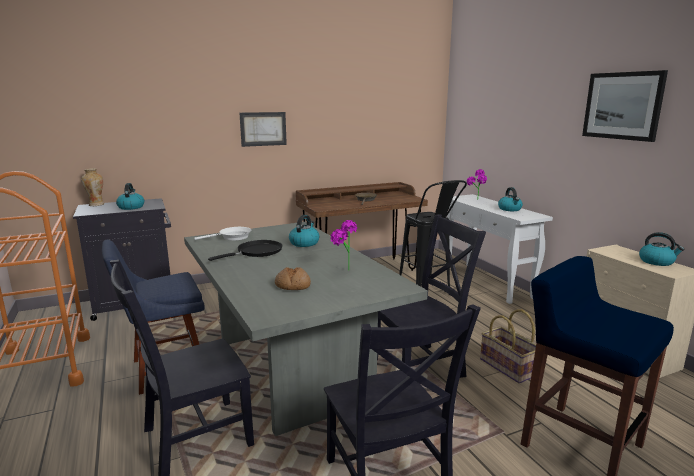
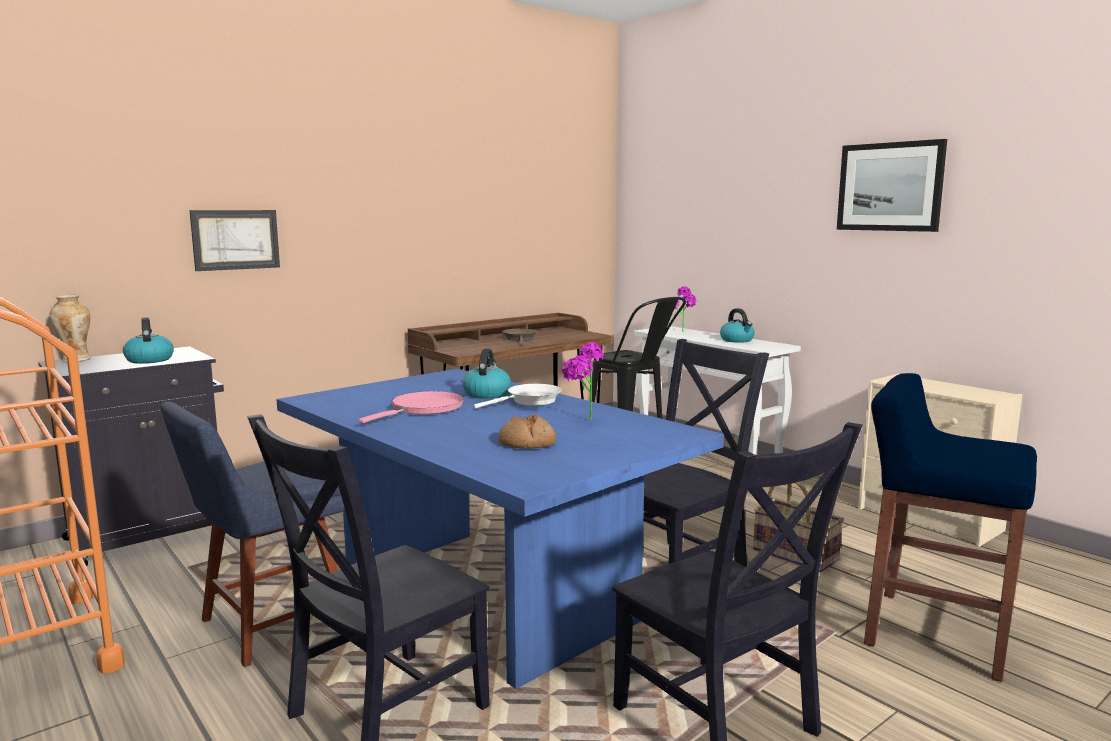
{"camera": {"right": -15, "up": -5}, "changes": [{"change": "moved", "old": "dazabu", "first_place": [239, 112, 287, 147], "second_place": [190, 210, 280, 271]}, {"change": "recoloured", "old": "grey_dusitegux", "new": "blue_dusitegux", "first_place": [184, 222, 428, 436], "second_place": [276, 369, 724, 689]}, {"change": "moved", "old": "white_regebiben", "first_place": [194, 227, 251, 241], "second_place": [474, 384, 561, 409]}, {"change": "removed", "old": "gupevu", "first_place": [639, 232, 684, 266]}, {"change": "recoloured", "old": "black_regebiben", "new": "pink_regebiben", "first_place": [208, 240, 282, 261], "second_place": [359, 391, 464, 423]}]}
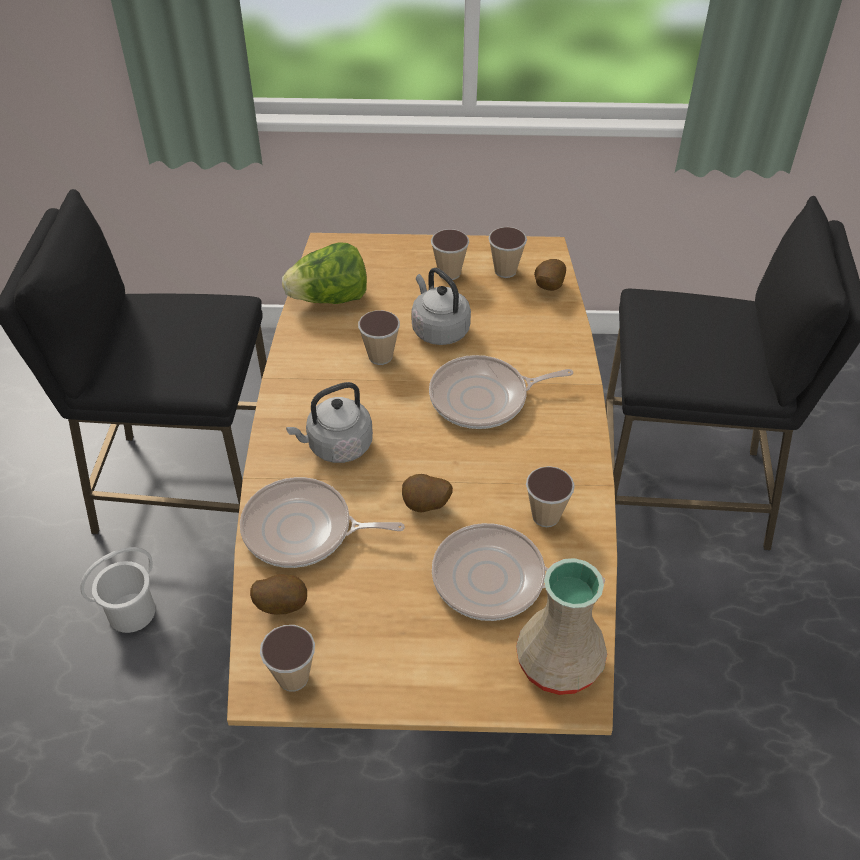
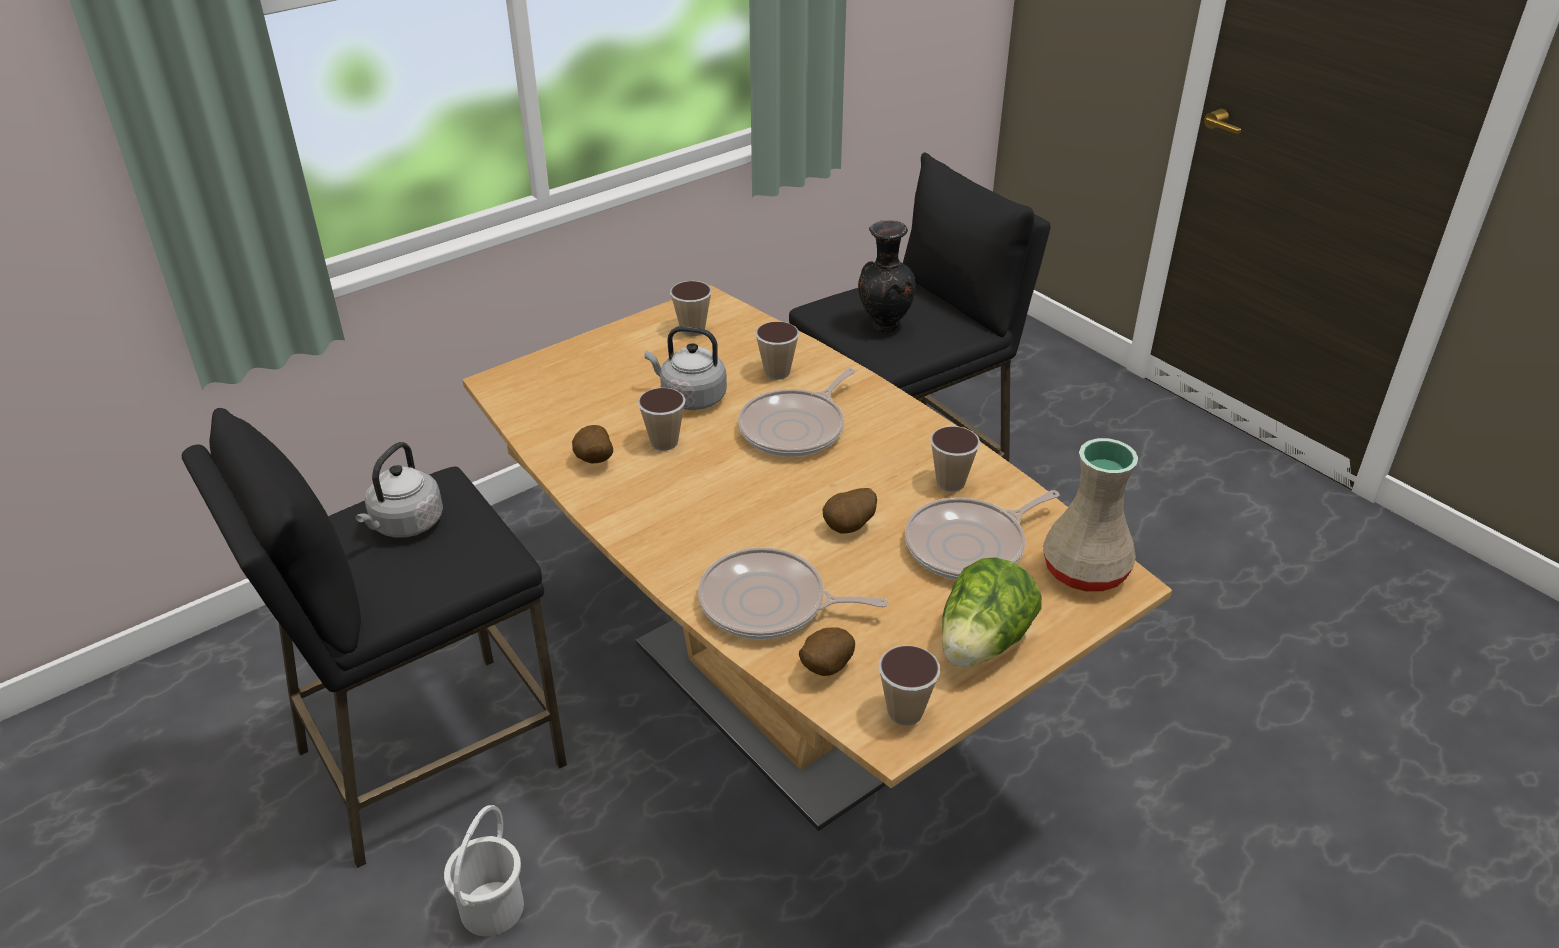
{"camera": {"right": -40, "up": -10}, "changes": [{"change": "moved", "old": "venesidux", "first_place": [431, 229, 469, 280], "second_place": [755, 321, 799, 380]}, {"change": "moved", "old": "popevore", "first_place": [282, 242, 367, 304], "second_place": [942, 557, 1042, 667]}, {"change": "moved", "old": "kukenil", "first_place": [534, 259, 566, 291], "second_place": [572, 425, 613, 464]}, {"change": "moved", "old": "grey_gupevu", "first_place": [286, 382, 373, 463], "second_place": [355, 442, 443, 538]}, {"change": "turned", "old": "regebiben", "first_place": [240, 477, 405, 568], "second_place": [698, 547, 888, 639], "degrees": 45}, {"change": "added", "new": "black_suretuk", "second_place": [858, 220, 916, 333]}]}
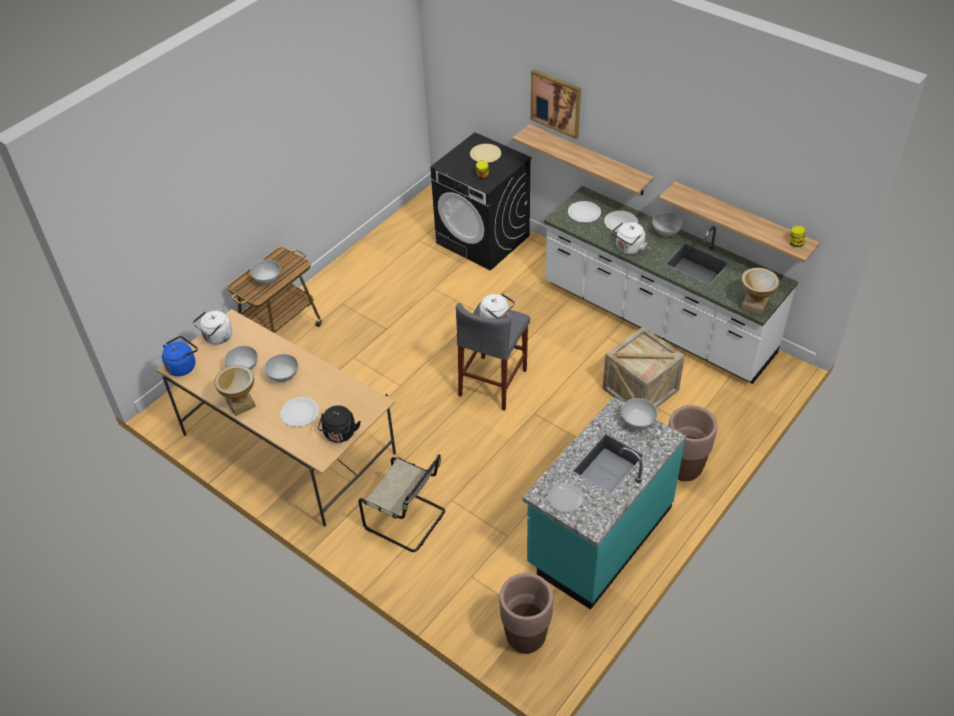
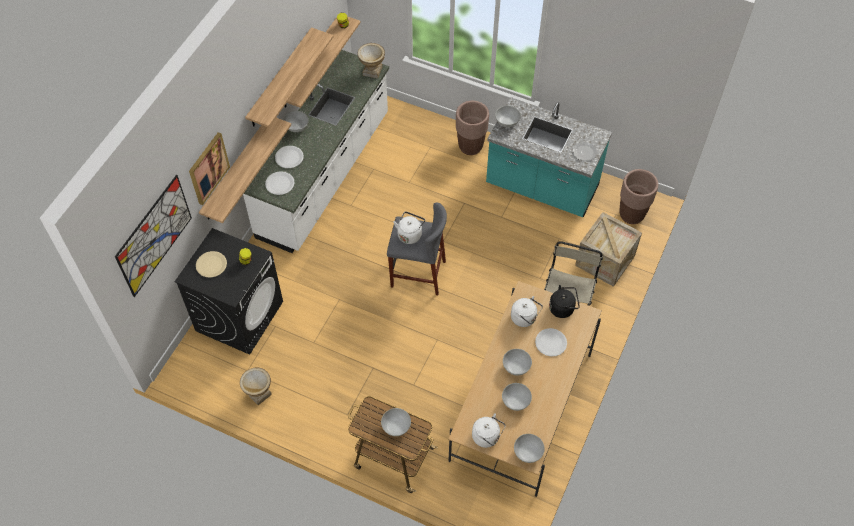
{"camera": {"right": -105, "up": 10}, "changes": [{"change": "moved", "old": "white_gupevu", "first_place": [612, 222, 647, 255], "second_place": [511, 296, 543, 327]}, {"change": "moved", "old": "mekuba", "first_place": [602, 327, 685, 408], "second_place": [575, 212, 642, 287]}, {"change": "replaced", "old": "blue_gupevu", "new": "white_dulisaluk", "first_place": [162, 336, 198, 376], "second_place": [514, 434, 545, 463]}, {"change": "moved", "old": "suretuk", "first_place": [214, 365, 256, 416], "second_place": [240, 368, 272, 405]}, {"change": "added", "new": "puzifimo", "second_place": [245, 27, 334, 128]}, {"change": "added", "new": "dazabu", "second_place": [115, 175, 192, 297]}]}
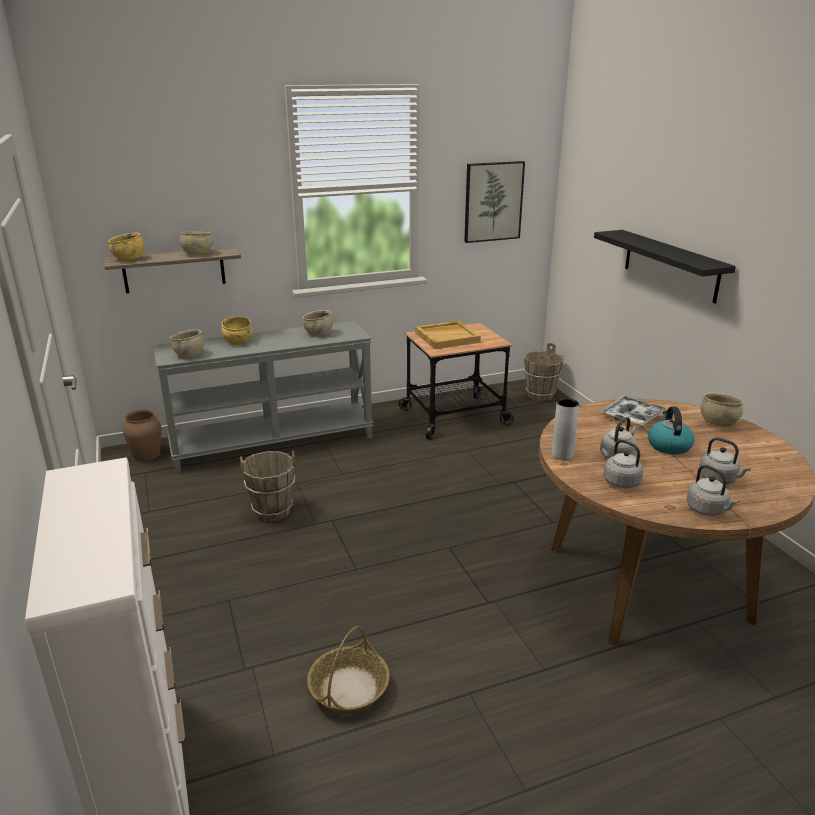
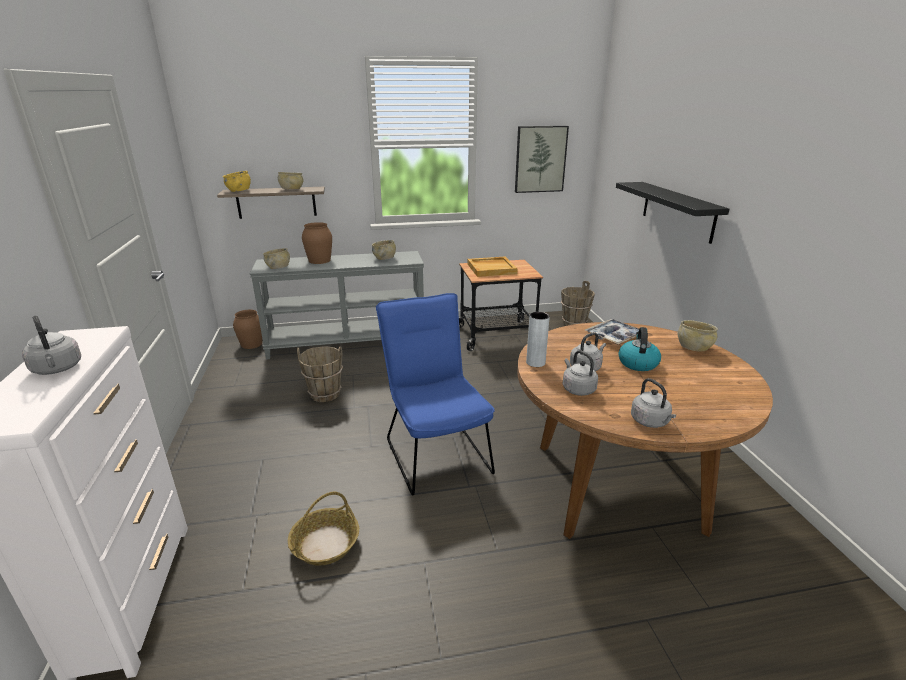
{"camera": {"right": 10, "up": 0}, "changes": [{"change": "replaced", "old": "yellow_dulisaluk", "new": "brown_suretuk", "first_place": [221, 316, 253, 345], "second_place": [302, 222, 332, 264]}, {"change": "moved", "old": "grey_gupevu", "first_place": [699, 437, 751, 484], "second_place": [22, 316, 81, 375]}, {"change": "added", "new": "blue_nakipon", "second_place": [376, 293, 495, 496]}]}
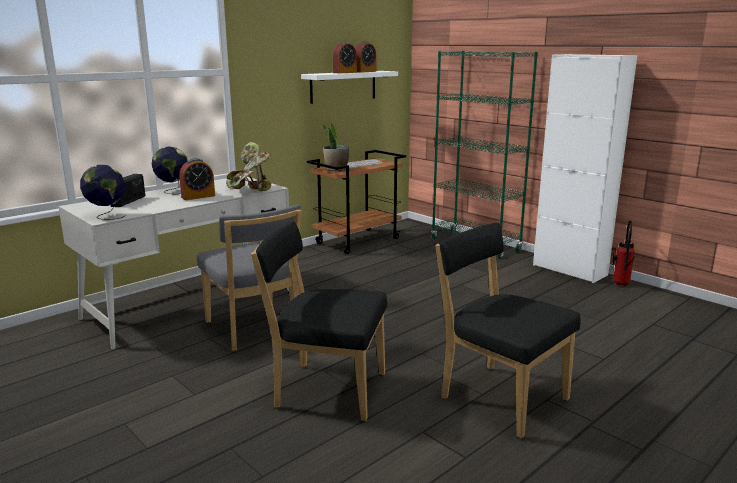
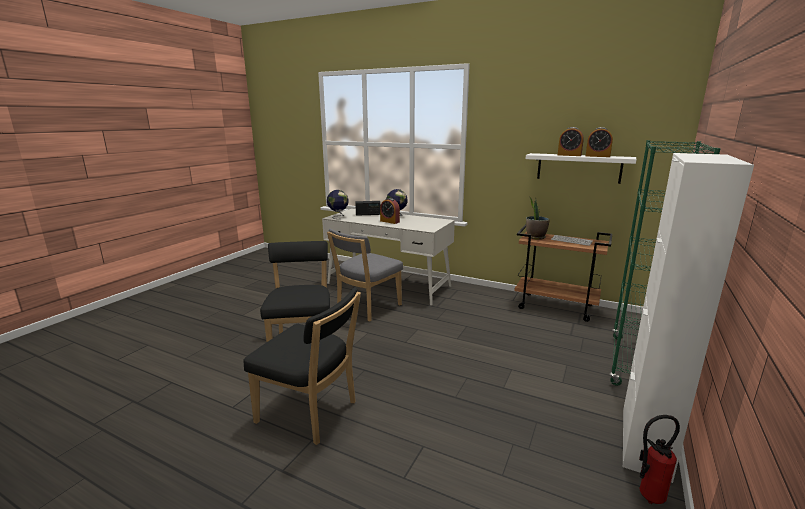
{"camera": {"right": 70, "up": 0}, "changes": [{"change": "removed", "old": "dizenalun", "first_place": [226, 142, 272, 191]}, {"change": "turned", "old": "black_nakipon", "first_place": [436, 222, 581, 438], "second_place": [244, 287, 361, 445], "degrees": 90}]}
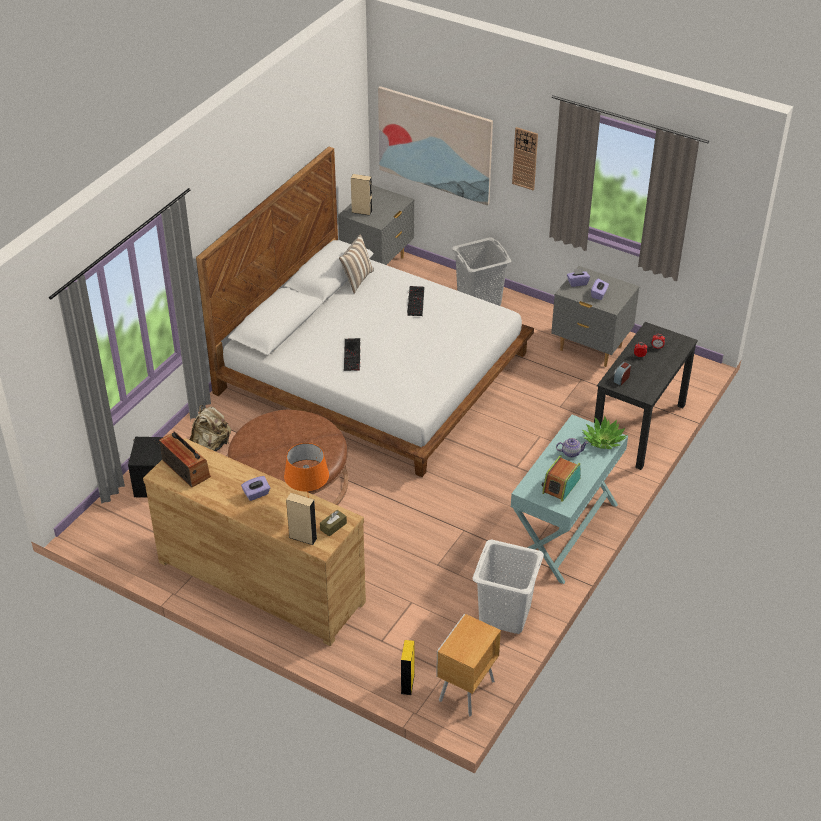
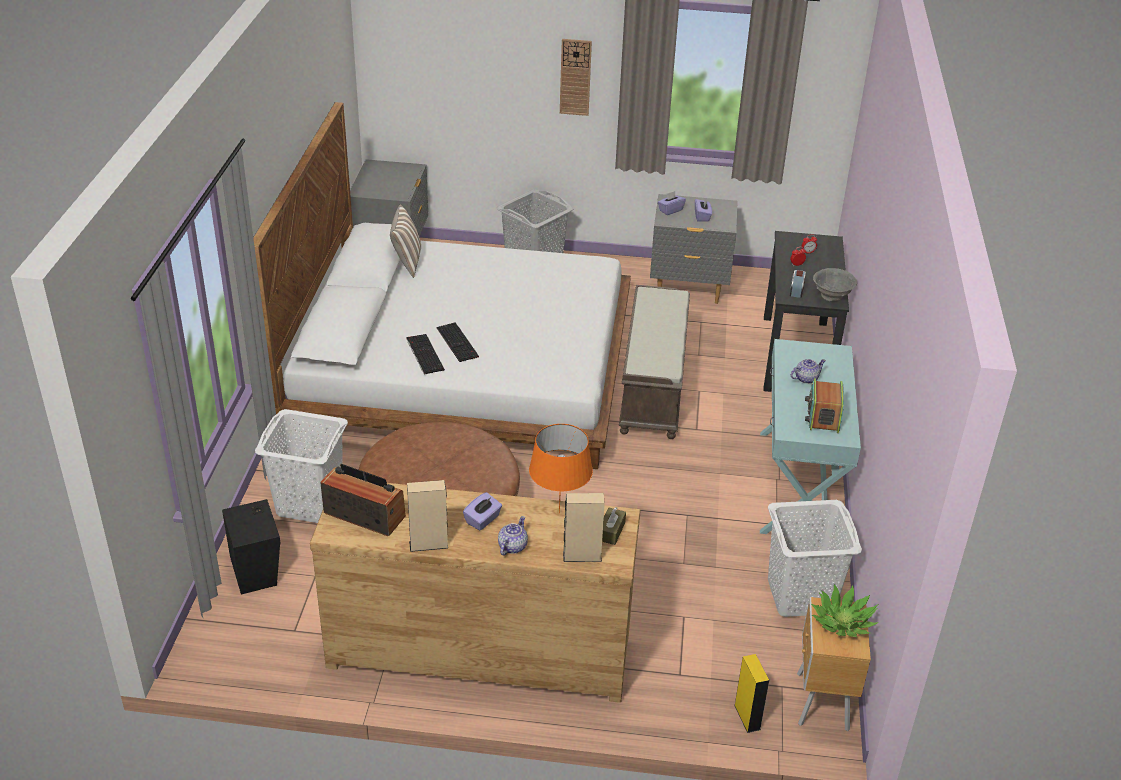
{"camera": {"right": -25, "up": -5}, "changes": [{"change": "removed", "old": "dazabu", "first_place": [378, 86, 493, 206]}, {"change": "moved", "old": "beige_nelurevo", "first_place": [351, 174, 373, 216], "second_place": [407, 480, 448, 552]}, {"change": "moved", "old": "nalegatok", "first_place": [407, 286, 425, 316], "second_place": [407, 334, 445, 375]}, {"change": "replaced", "old": "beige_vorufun", "new": "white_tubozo", "first_place": [189, 405, 231, 451], "second_place": [255, 409, 348, 523]}, {"change": "moved", "old": "dizenalun", "first_place": [582, 416, 627, 449], "second_place": [811, 584, 879, 637]}, {"change": "added", "new": "grey_dulisaluk", "second_place": [813, 268, 857, 301]}, {"change": "added", "new": "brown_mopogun", "second_place": [619, 285, 690, 439]}, {"change": "added", "new": "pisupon", "second_place": [498, 516, 528, 555]}]}
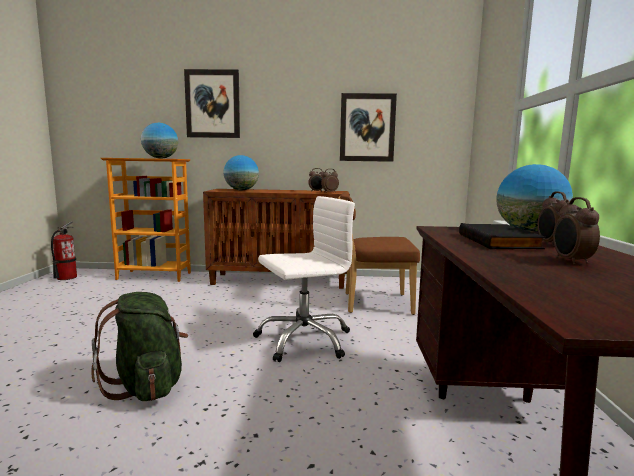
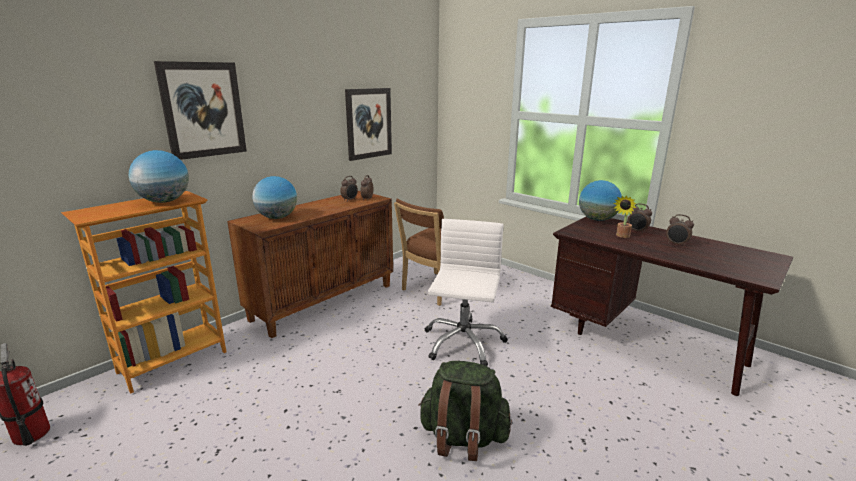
{"camera": {"right": -50, "up": 10}, "changes": [{"change": "replaced", "old": "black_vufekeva", "new": "dizenalun", "first_place": [459, 223, 546, 249], "second_place": [613, 196, 636, 238]}]}
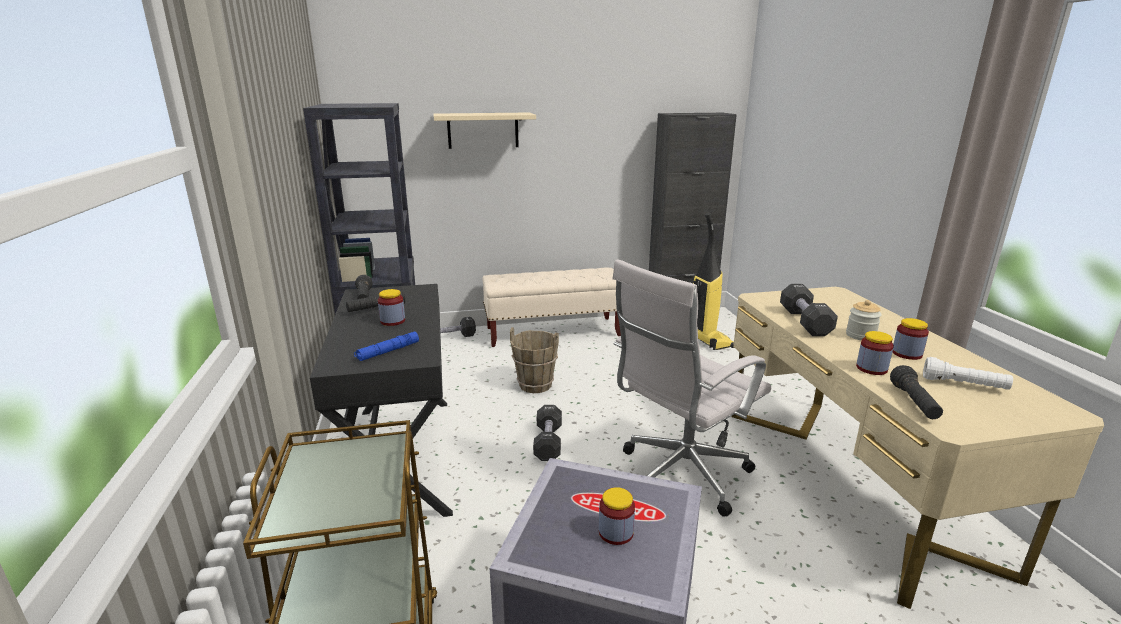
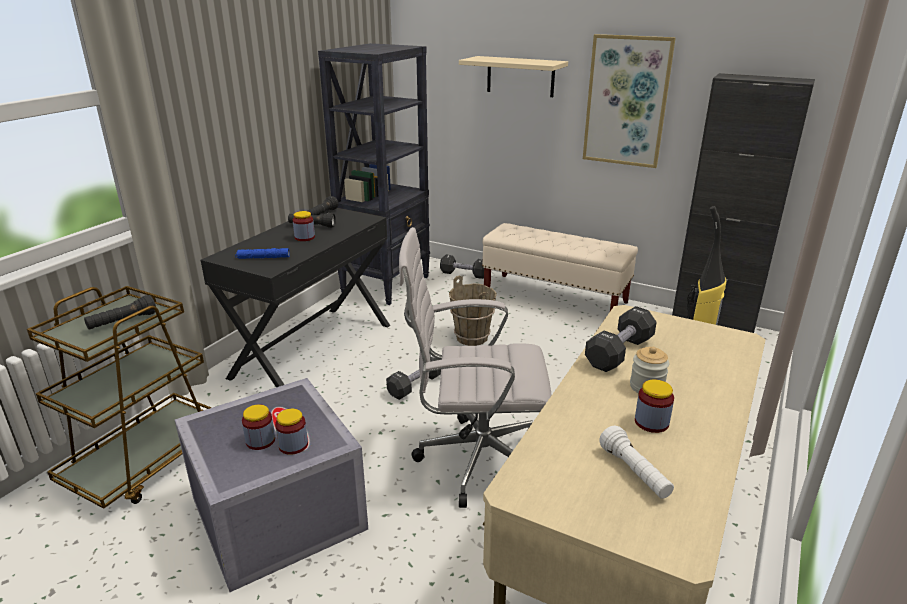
{"camera": {"right": 40, "up": 5}, "changes": [{"change": "moved", "old": "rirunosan", "first_place": [856, 331, 894, 375], "second_place": [275, 409, 308, 455]}, {"change": "moved", "old": "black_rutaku", "first_place": [890, 365, 943, 419], "second_place": [84, 295, 156, 330]}, {"change": "added", "new": "dazabu", "second_place": [583, 34, 676, 168]}]}
